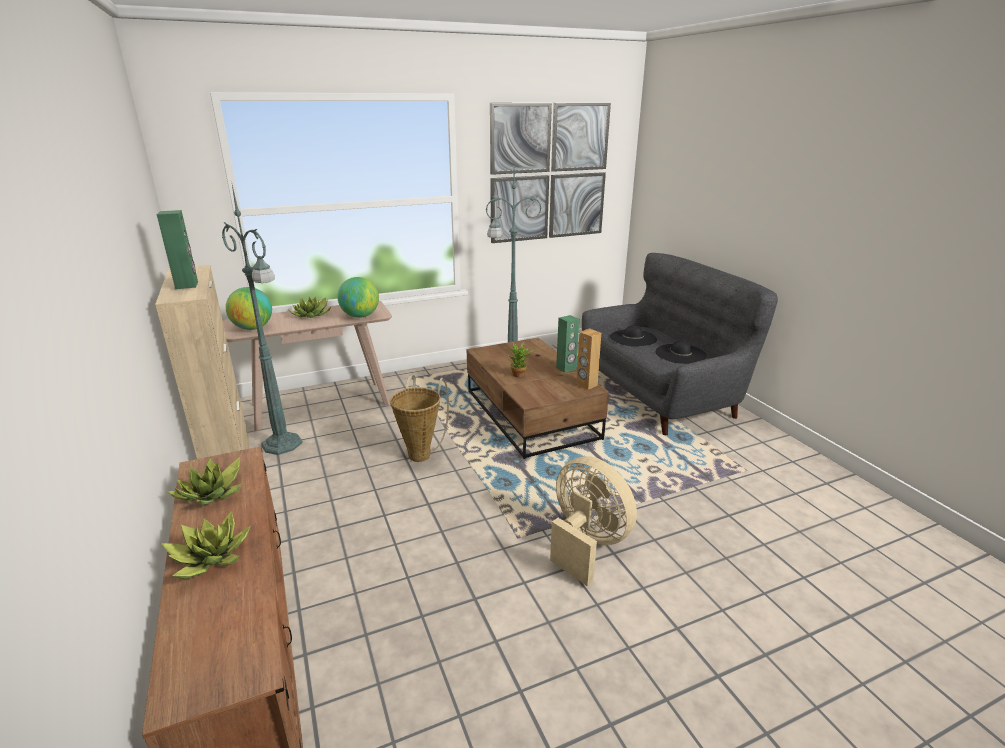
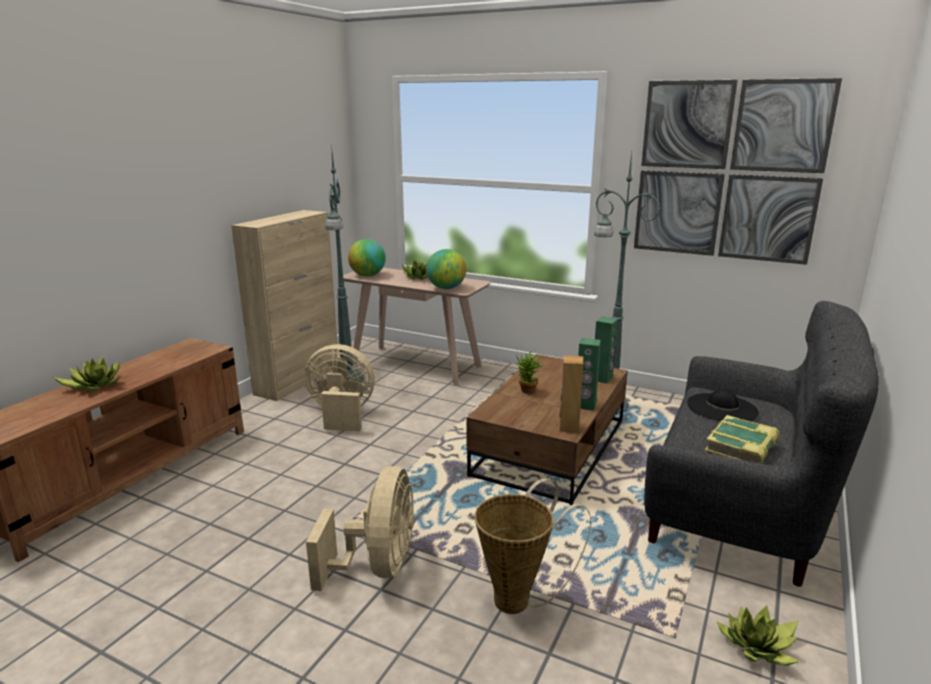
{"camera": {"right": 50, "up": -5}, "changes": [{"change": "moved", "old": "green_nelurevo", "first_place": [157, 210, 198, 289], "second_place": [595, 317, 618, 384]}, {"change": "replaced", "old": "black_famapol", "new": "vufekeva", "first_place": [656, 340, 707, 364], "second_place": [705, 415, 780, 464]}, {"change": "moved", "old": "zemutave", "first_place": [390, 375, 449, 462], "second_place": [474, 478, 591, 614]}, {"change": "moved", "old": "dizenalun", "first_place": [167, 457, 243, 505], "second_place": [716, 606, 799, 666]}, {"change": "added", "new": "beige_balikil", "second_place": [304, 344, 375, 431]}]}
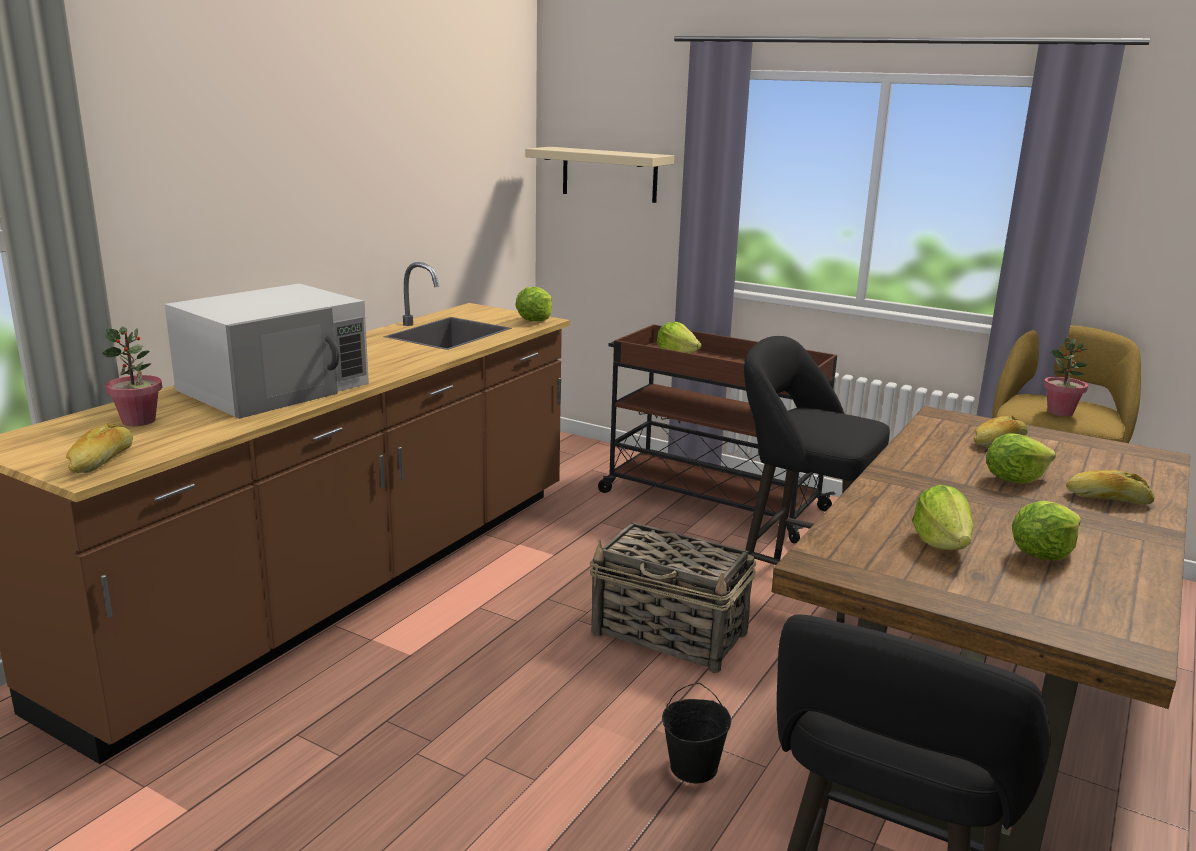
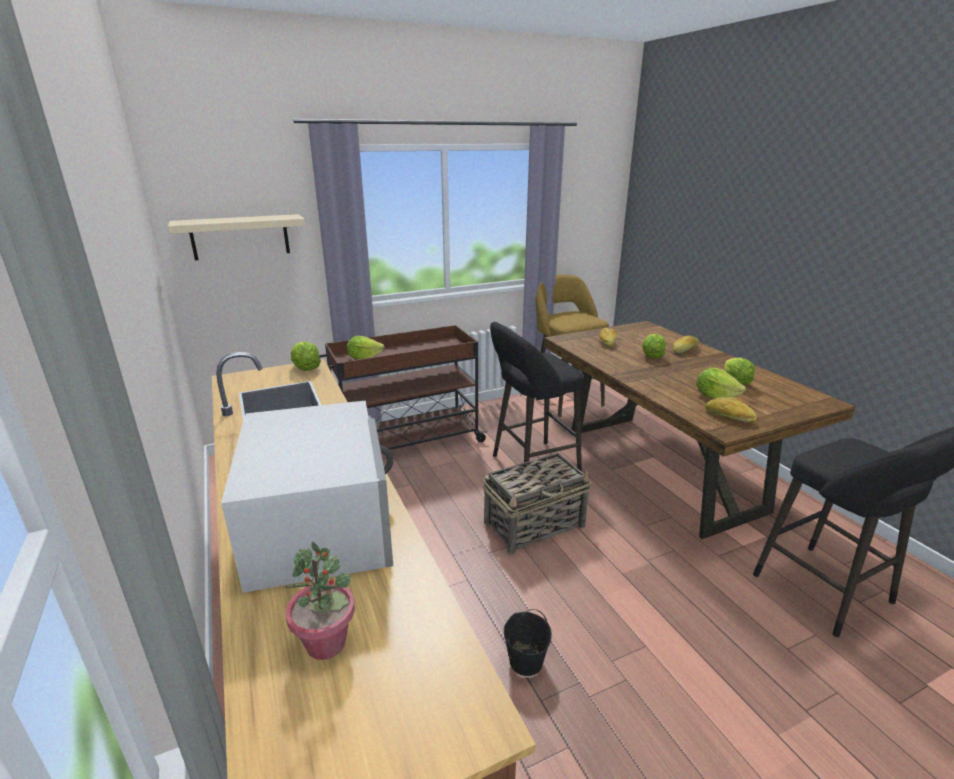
{"camera": {"right": -55, "up": 5}, "changes": [{"change": "removed", "old": "dizenalun", "first_place": [1044, 337, 1088, 416]}, {"change": "moved", "old": "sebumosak", "first_place": [66, 423, 133, 473], "second_place": [705, 397, 757, 423]}, {"change": "moved", "old": "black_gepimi", "first_place": [662, 683, 731, 783], "second_place": [504, 609, 552, 676]}]}
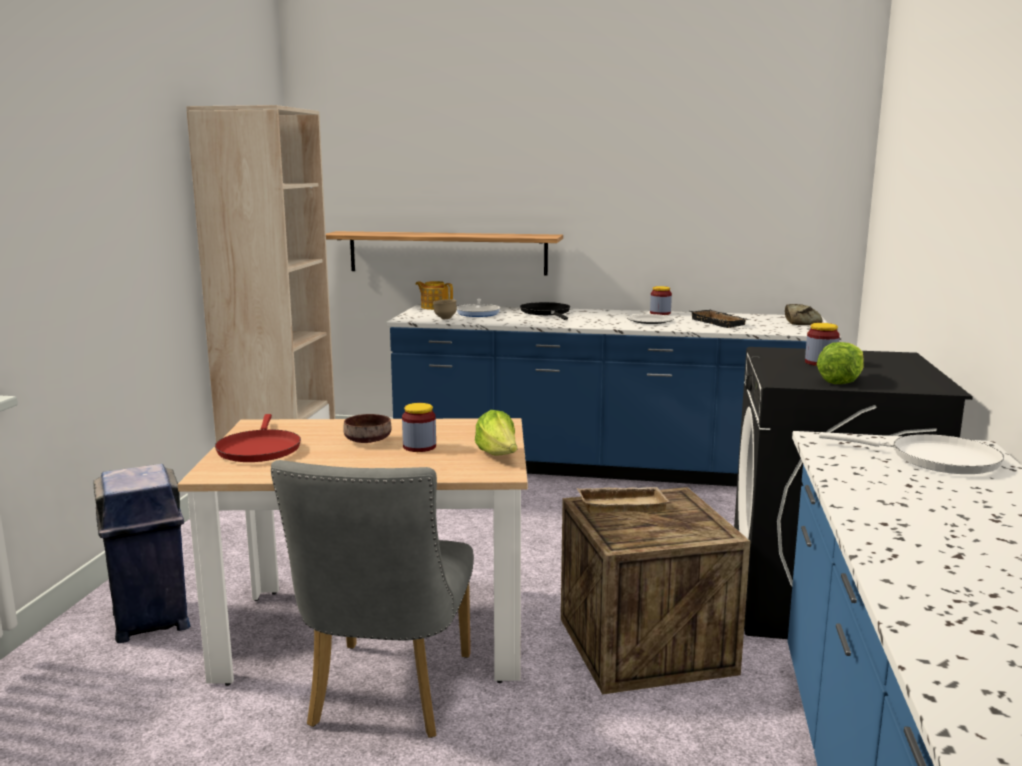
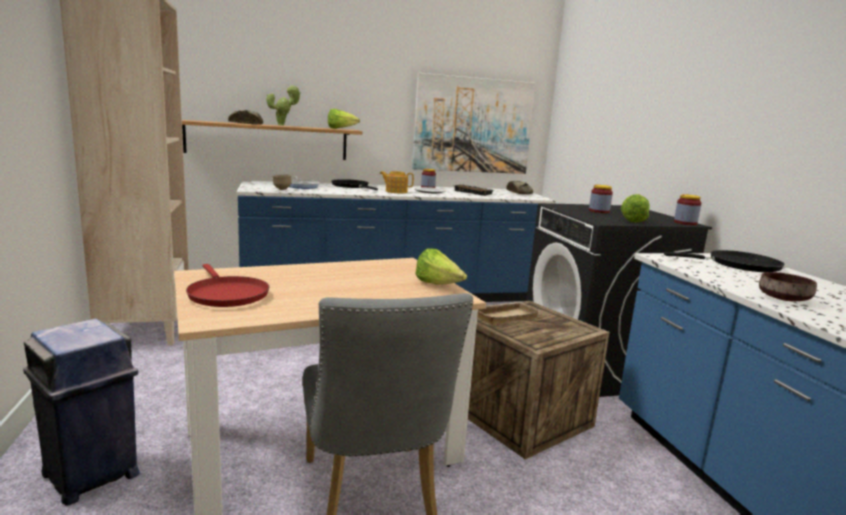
{"camera": {"right": -25, "up": 0}, "changes": [{"change": "moved", "old": "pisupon", "first_place": [416, 281, 453, 310], "second_place": [379, 171, 414, 193]}, {"change": "moved", "old": "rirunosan", "first_place": [402, 403, 436, 452], "second_place": [674, 194, 701, 225]}, {"change": "moved", "old": "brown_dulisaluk", "first_place": [343, 414, 392, 443], "second_place": [759, 272, 817, 301]}, {"change": "recoloured", "old": "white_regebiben", "new": "black_regebiben", "first_place": [819, 432, 1004, 474], "second_place": [664, 250, 785, 272]}, {"change": "added", "new": "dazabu", "second_place": [412, 73, 536, 174]}, {"change": "added", "new": "dizenalun", "second_place": [266, 85, 301, 126]}, {"change": "added", "new": "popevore", "second_place": [328, 109, 360, 129]}, {"change": "added", "new": "sebumosak", "second_place": [228, 110, 263, 124]}]}
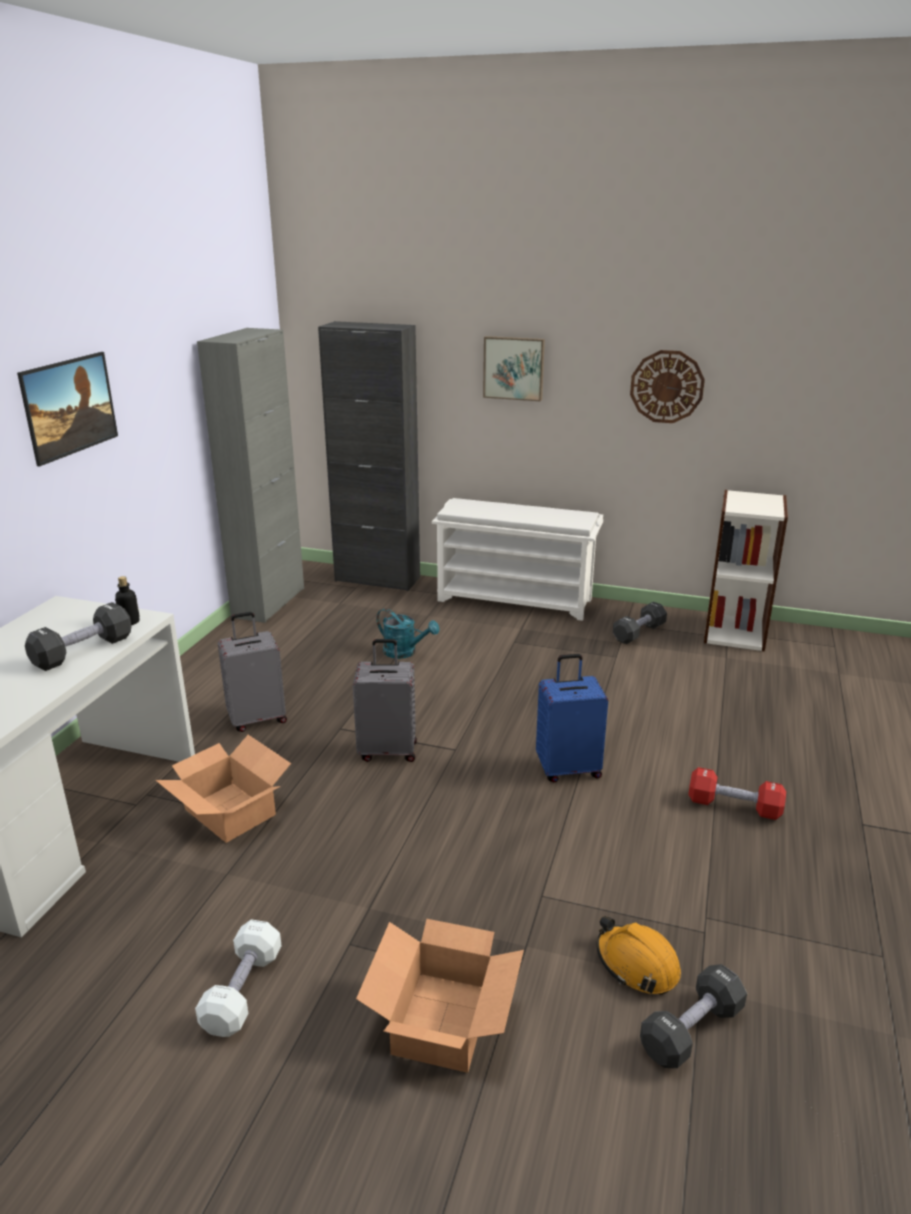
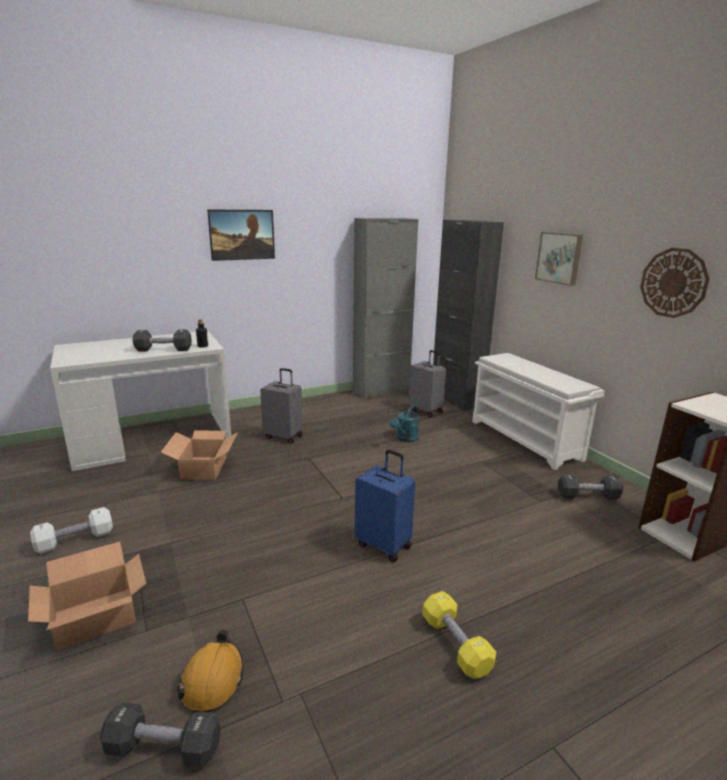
{"camera": {"right": 45, "up": -5}, "changes": [{"change": "turned", "old": "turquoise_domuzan", "first_place": [376, 608, 440, 659], "second_place": [390, 405, 419, 442], "degrees": 45}, {"change": "moved", "old": "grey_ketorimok", "first_place": [353, 639, 417, 762], "second_place": [408, 350, 446, 417]}, {"change": "recoloured", "old": "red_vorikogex", "new": "yellow_vorikogex", "first_place": [689, 767, 786, 820], "second_place": [423, 591, 496, 679]}]}
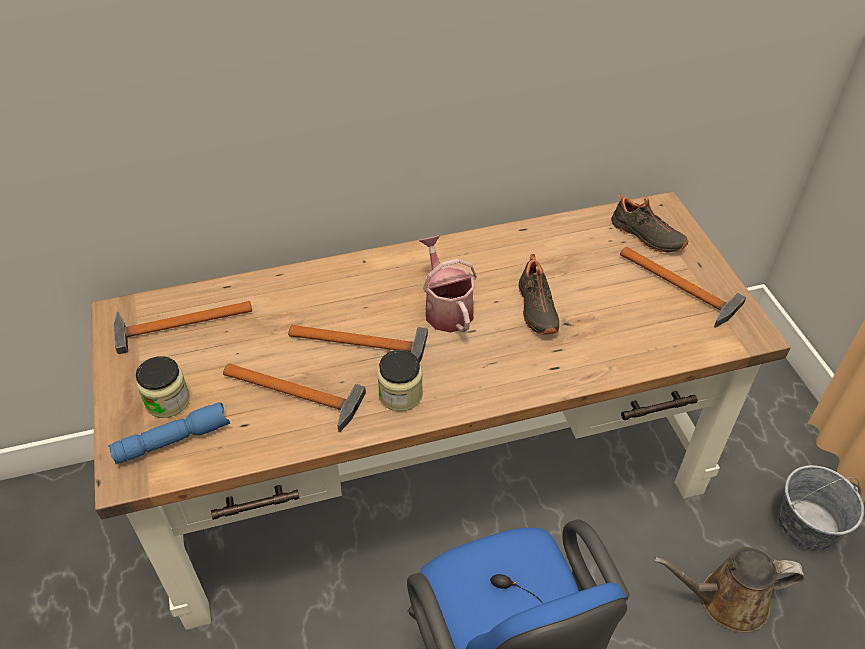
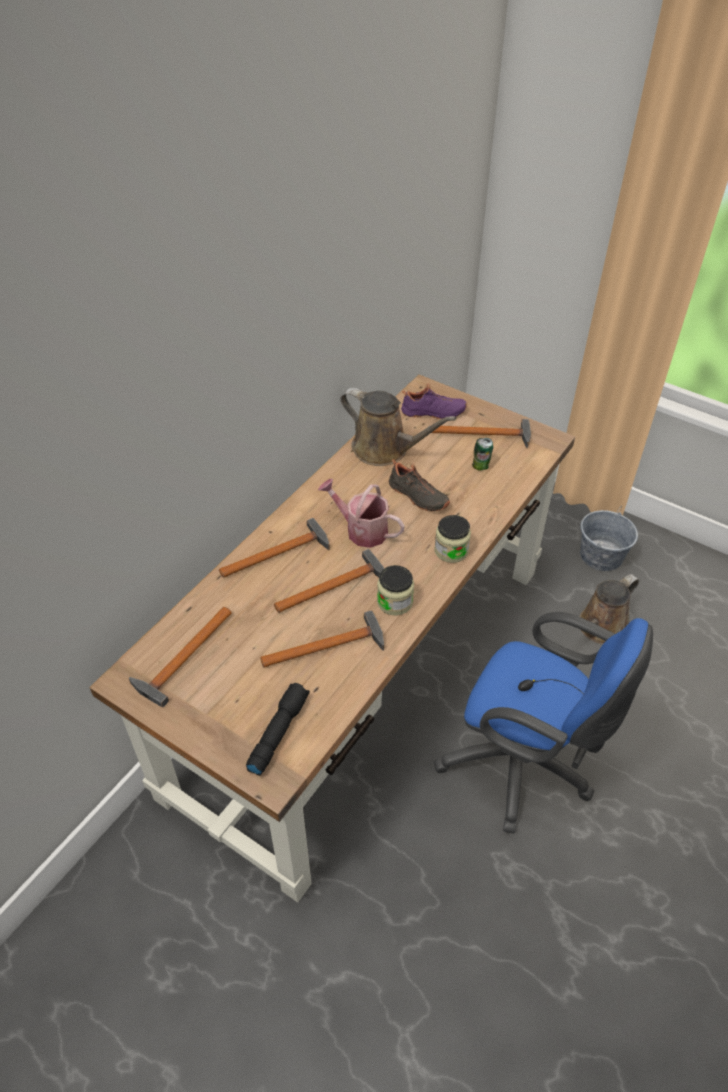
{"camera": {"right": -40, "up": 0}, "changes": [{"change": "recoloured", "old": "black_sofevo", "new": "purple_sofevo", "first_place": [611, 193, 688, 253], "second_place": [401, 384, 467, 419]}, {"change": "moved", "old": "rirunosan", "first_place": [136, 356, 190, 418], "second_place": [434, 515, 471, 563]}, {"change": "recoloured", "old": "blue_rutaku", "new": "black_rutaku", "first_place": [108, 402, 230, 465], "second_place": [246, 683, 310, 776]}, {"change": "added", "new": "brown_domuzan", "second_place": [340, 388, 456, 466]}, {"change": "added", "new": "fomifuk", "second_place": [472, 438, 493, 471]}, {"change": "added", "new": "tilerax", "second_place": [219, 518, 330, 578]}]}
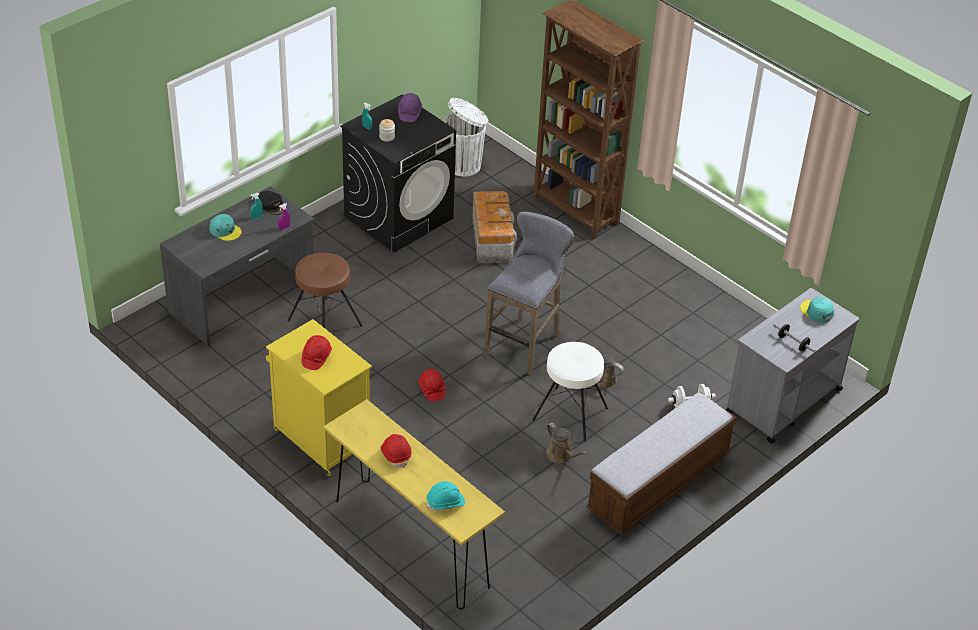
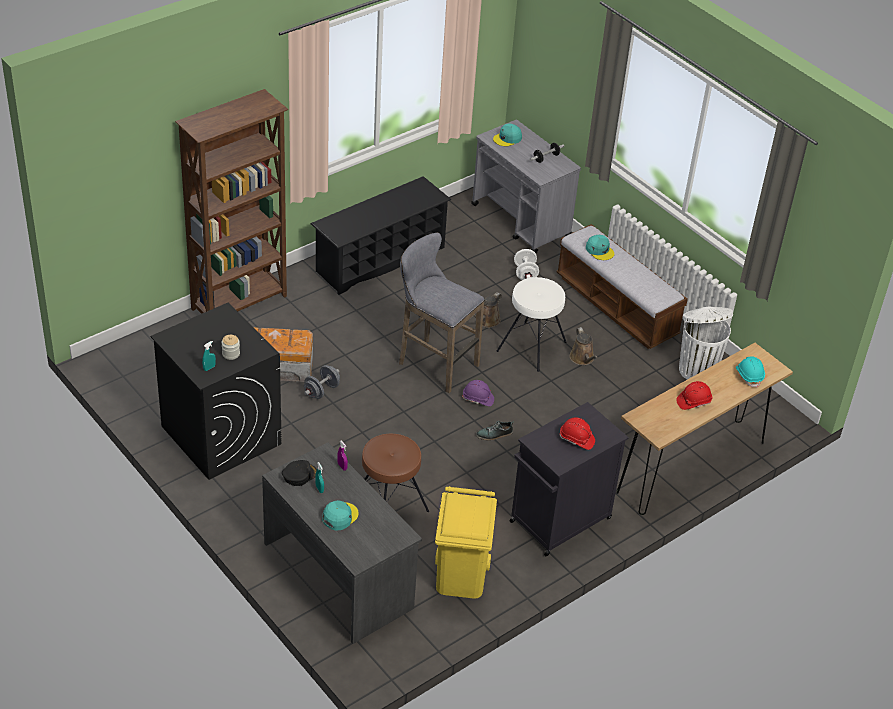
{"camera": {"right": -85, "up": 0}, "changes": [{"change": "moved", "old": "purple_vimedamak", "first_place": [398, 93, 422, 122], "second_place": [462, 380, 494, 406]}, {"change": "moved", "old": "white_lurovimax", "first_place": [444, 98, 489, 177], "second_place": [679, 307, 733, 379]}, {"change": "recoloured", "old": "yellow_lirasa", "new": "black_lirasa", "first_place": [266, 319, 372, 476], "second_place": [510, 402, 629, 556]}, {"change": "replaced", "old": "red_vimedamak", "new": "sofevo", "first_place": [418, 369, 445, 401], "second_place": [476, 421, 514, 440]}, {"change": "recoloured", "old": "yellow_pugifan", "new": "brown_pugifan", "first_place": [323, 399, 505, 609], "second_place": [616, 343, 793, 515]}, {"change": "turned", "old": "brown_domuzan", "first_place": [546, 423, 587, 463], "second_place": [570, 327, 598, 365], "degrees": 105}, {"change": "added", "new": "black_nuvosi", "second_place": [310, 176, 451, 295]}, {"change": "added", "new": "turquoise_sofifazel", "second_place": [586, 235, 614, 260]}, {"change": "added", "new": "grey_vorikogex", "second_place": [304, 365, 340, 399]}, {"change": "added", "new": "yellow_lurovimax", "second_place": [435, 486, 497, 599]}]}
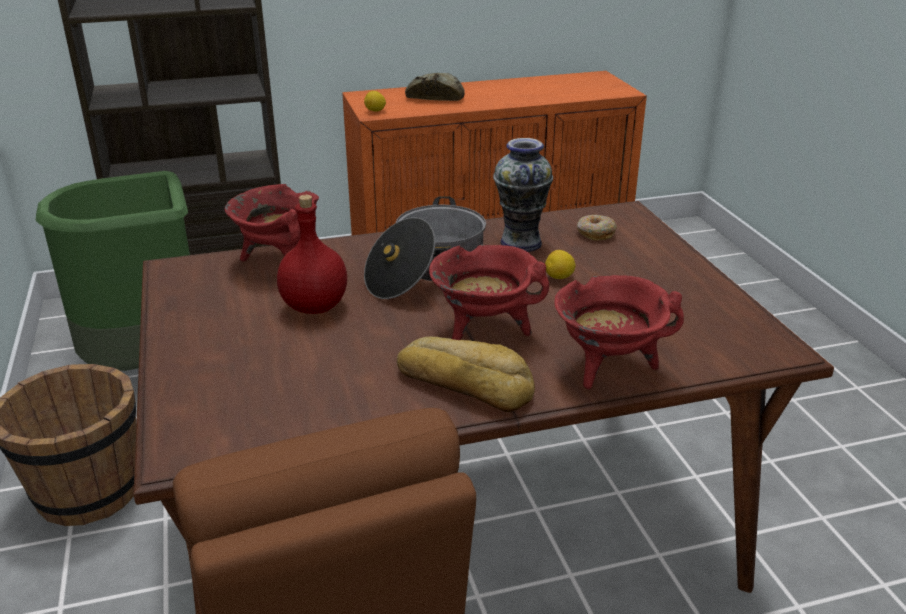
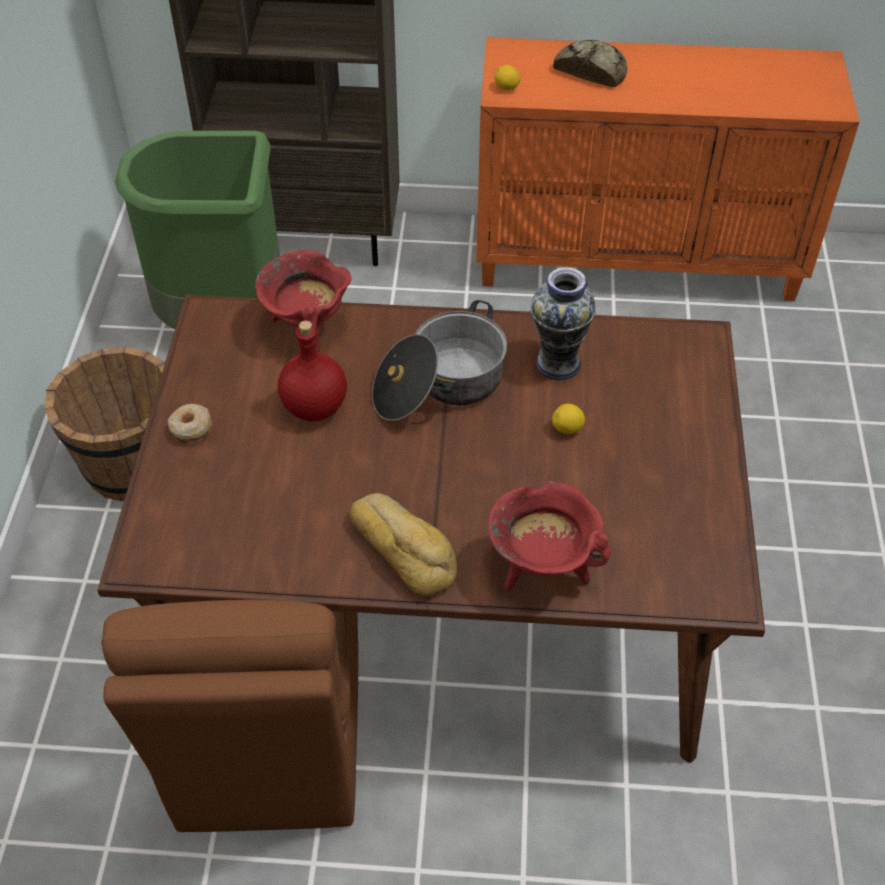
{"camera": {"right": 20, "up": 20}, "changes": [{"change": "moved", "old": "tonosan", "first_place": [577, 215, 617, 241], "second_place": [168, 404, 212, 444]}, {"change": "removed", "old": "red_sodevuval", "first_place": [429, 245, 549, 340]}]}
